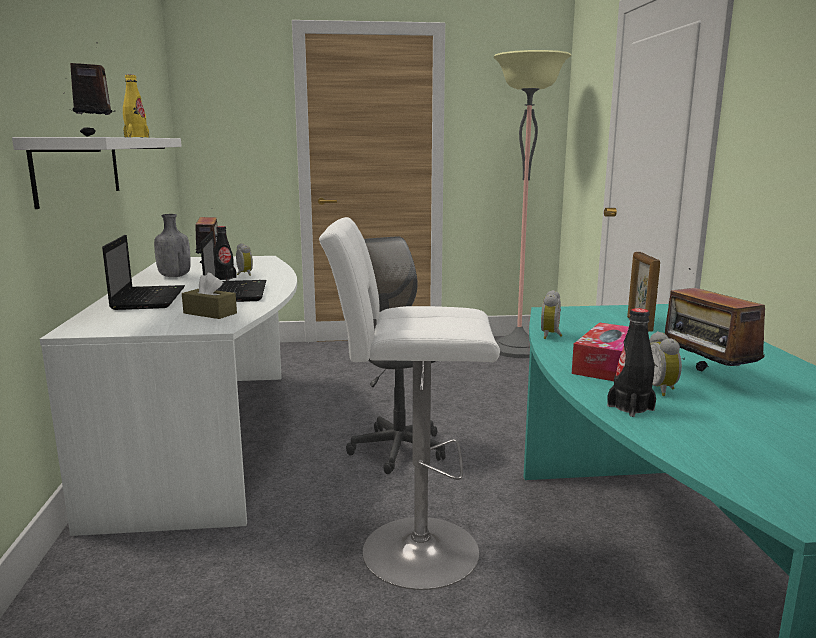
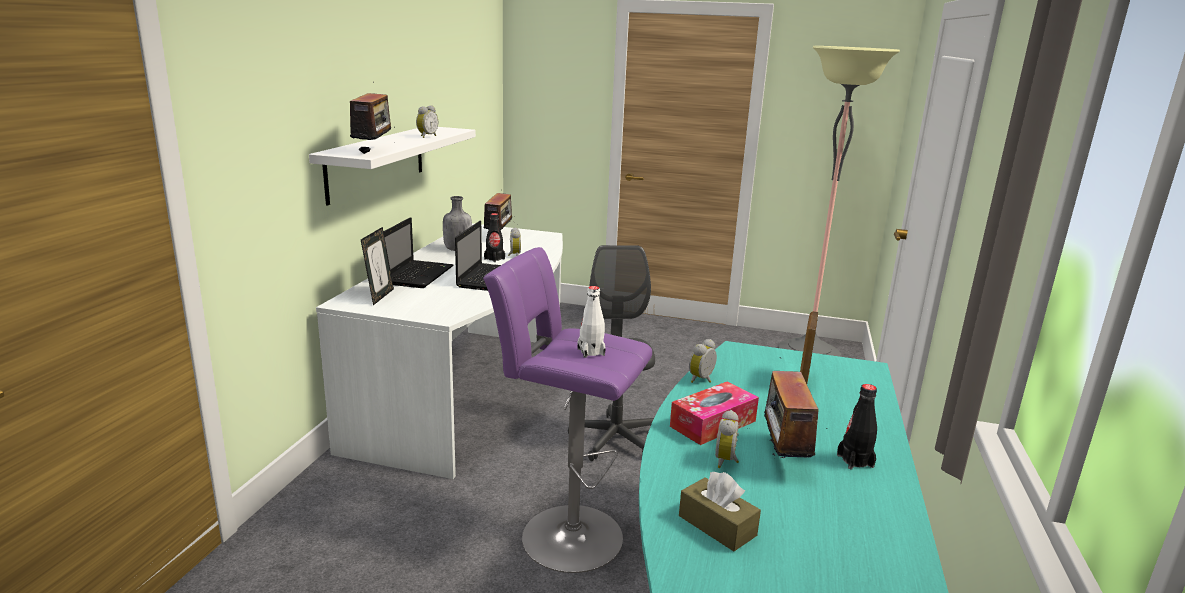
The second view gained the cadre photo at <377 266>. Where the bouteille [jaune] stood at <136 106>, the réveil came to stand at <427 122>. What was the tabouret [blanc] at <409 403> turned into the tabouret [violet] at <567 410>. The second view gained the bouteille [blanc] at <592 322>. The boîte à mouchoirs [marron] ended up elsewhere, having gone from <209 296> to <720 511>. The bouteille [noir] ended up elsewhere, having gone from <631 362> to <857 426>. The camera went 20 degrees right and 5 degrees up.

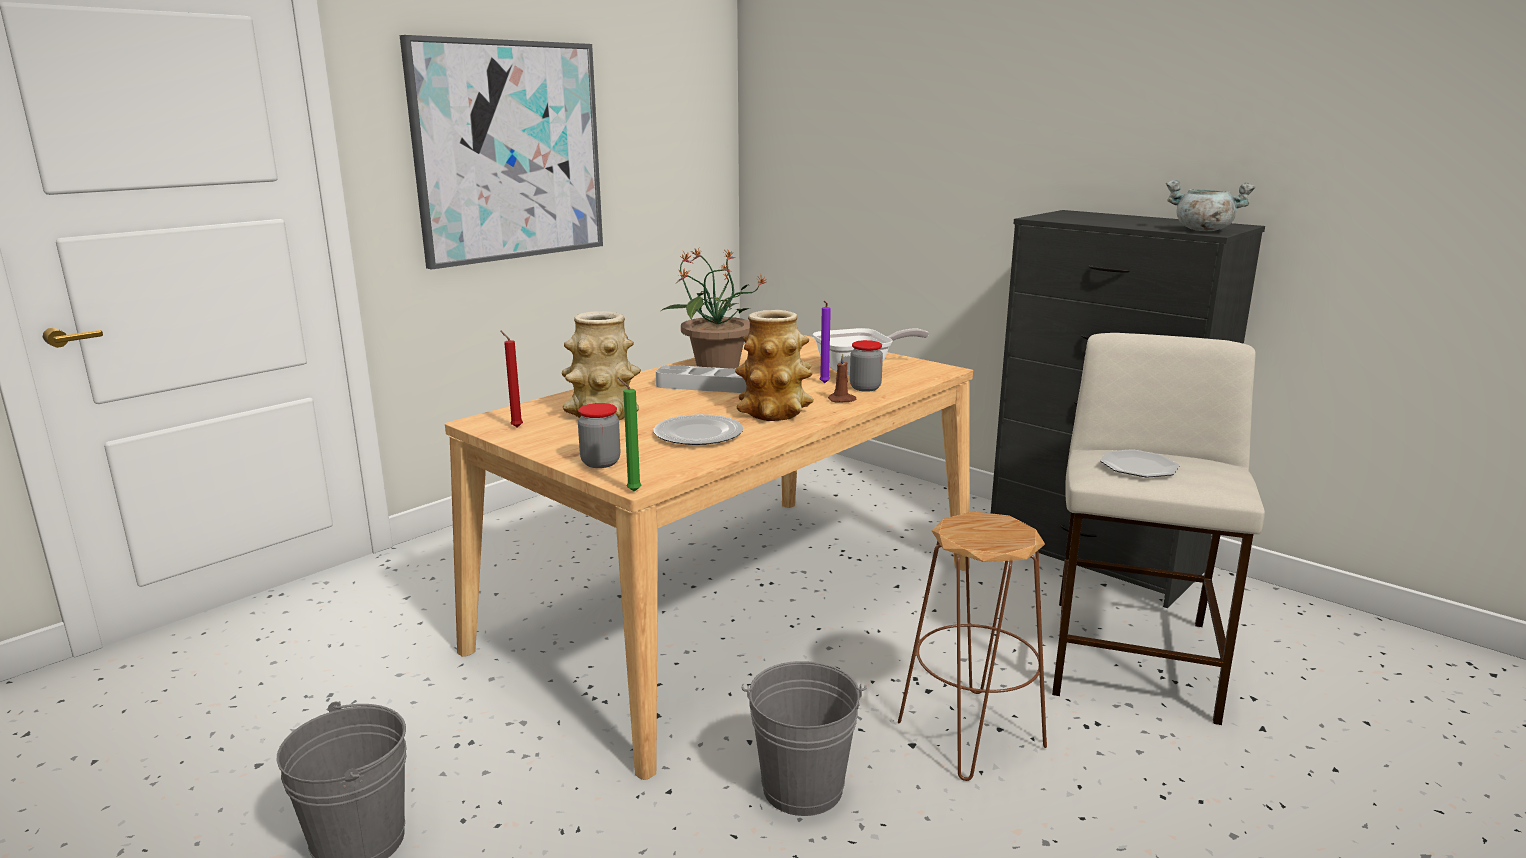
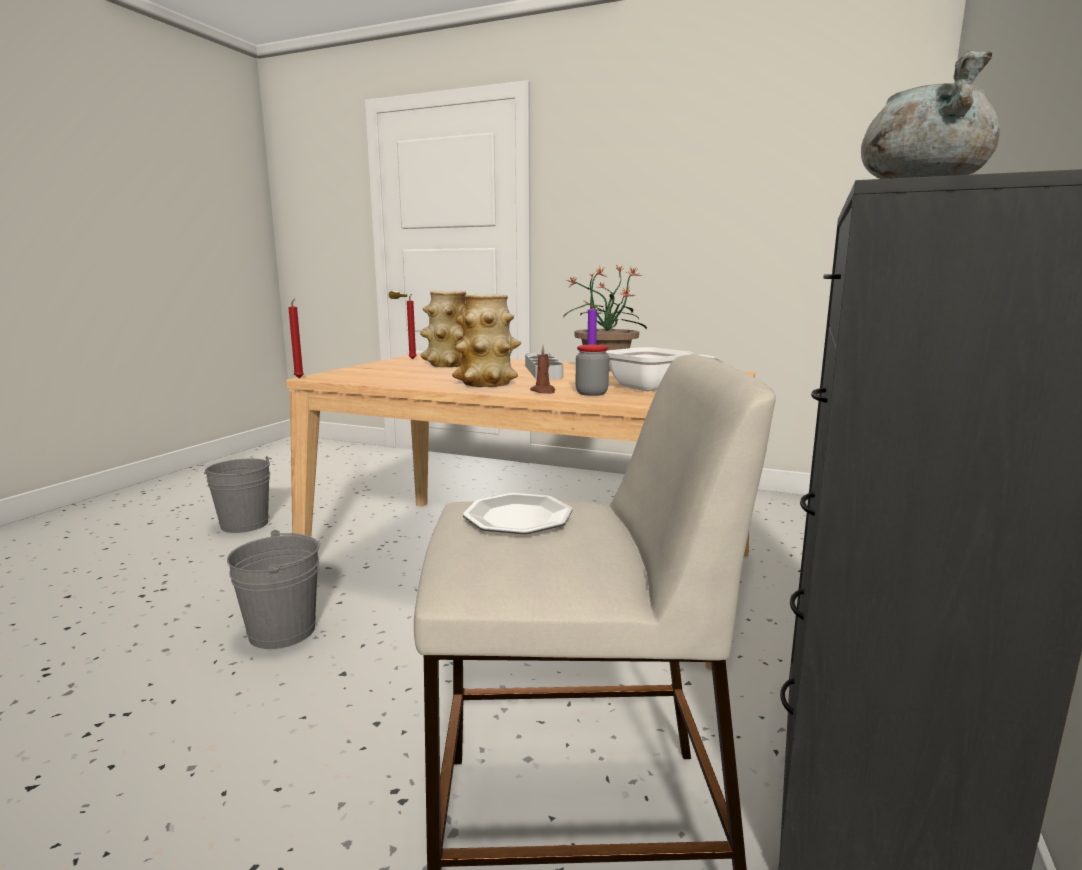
What was the bougie [vert] at <630 435> turned into the bougie [rouge] at <296 338>. The second view lost the tableau at <501 152>. The second view lost the bocal at <599 435>. The second view lost the assiette at <698 429>. The second view lost the tabouret [marron] at <972 646>. The camera went 70 degrees right and 5 degrees down.

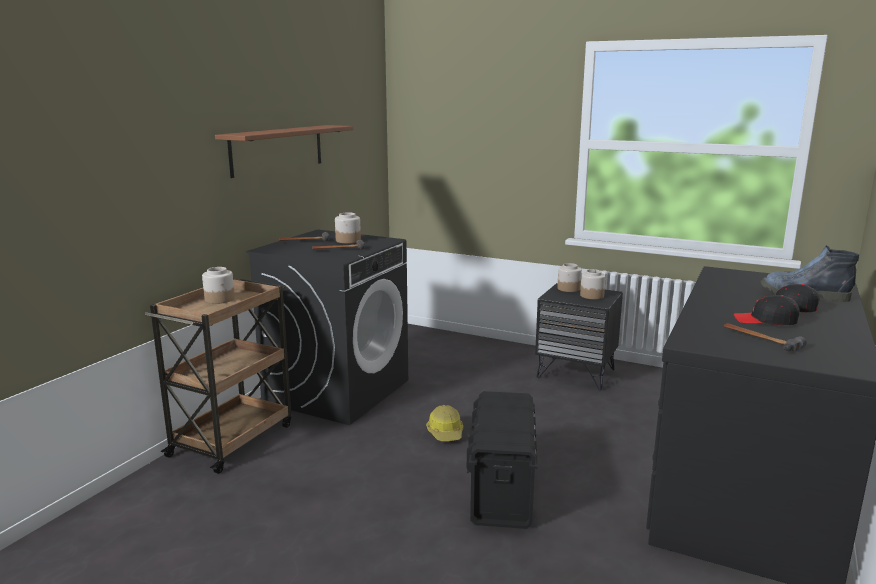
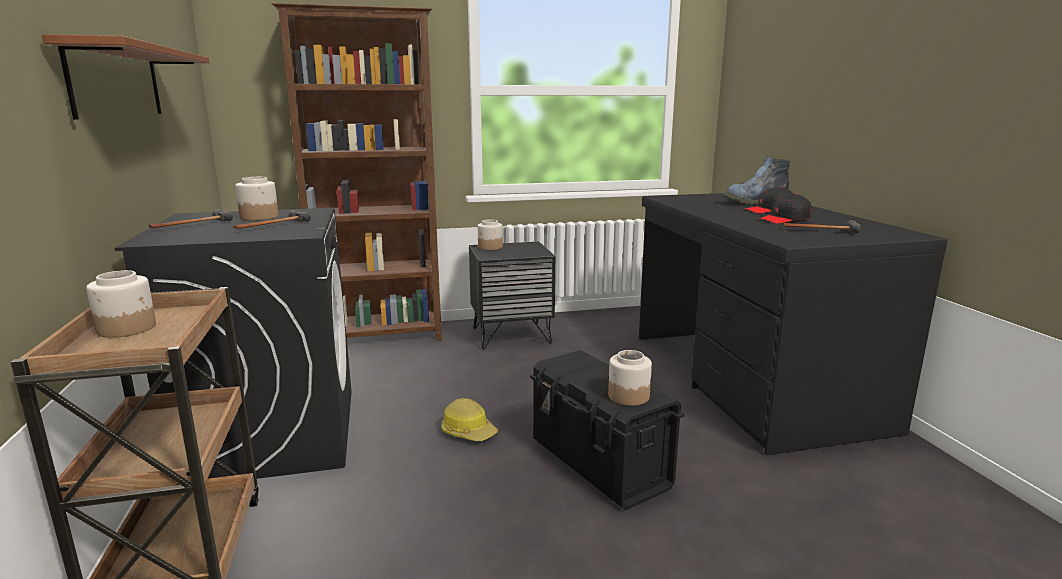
The second view gained the bibliothèque [marron] at <356 171>. The bocal ended up elsewhere, having gone from <593 284> to <630 378>. The camera went 40 degrees left and 0 degrees up.

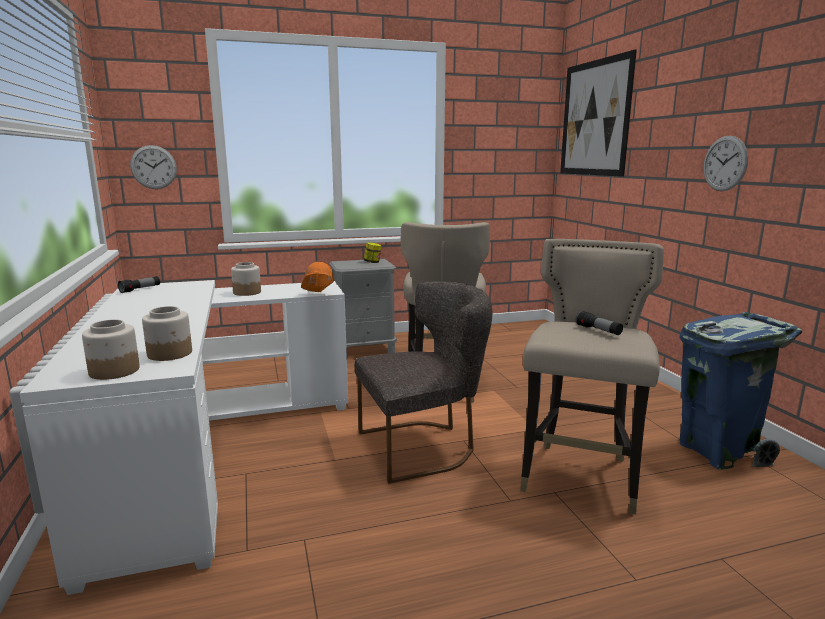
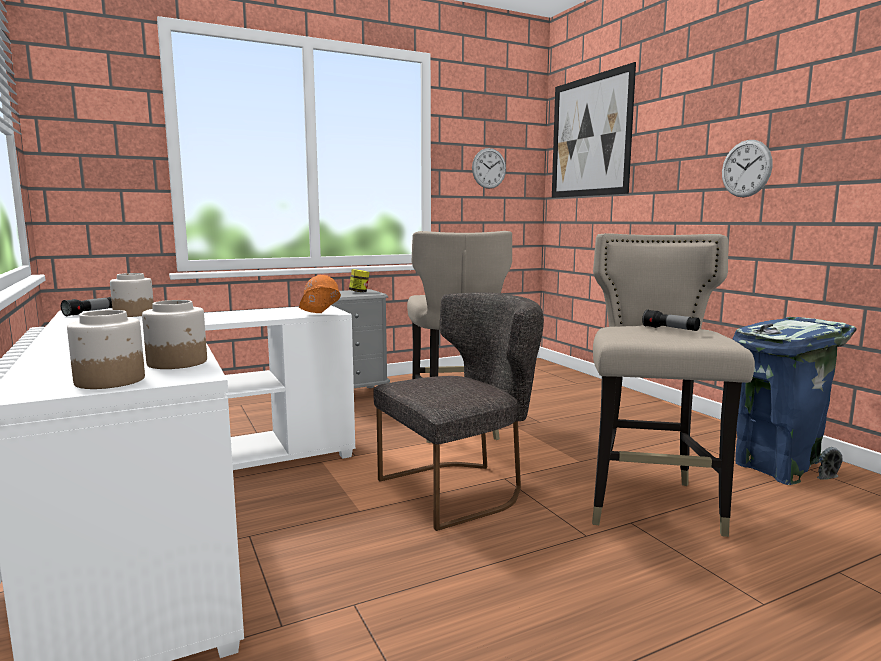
The bocal ended up elsewhere, having gone from <246 279> to <132 295>. The horloge murale ended up elsewhere, having gone from <153 167> to <489 168>. The camera went 10 degrees left and 5 degrees down.

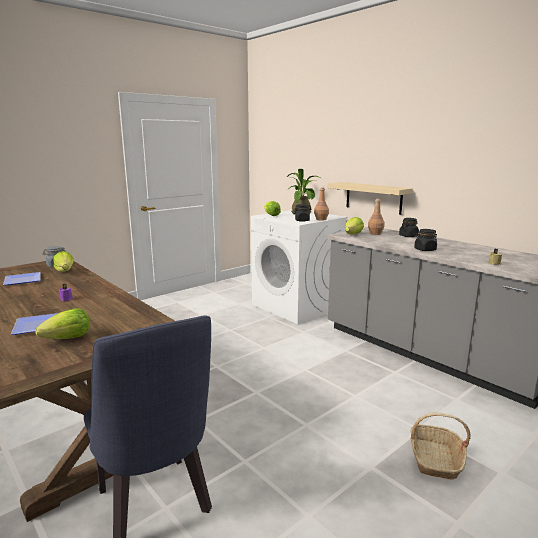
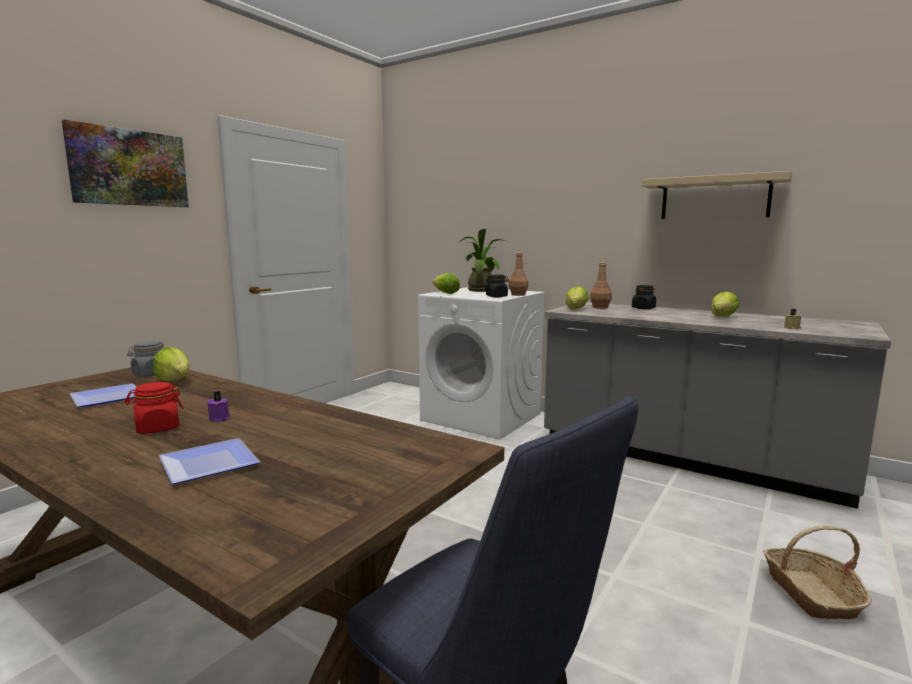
The second view gained the tableau at <125 163>. The second view gained the bocal [rouge] at <154 408>. The étagère [beige] ended up elsewhere, having gone from <370 198> to <717 195>. The laitue ended up elsewhere, having gone from <62 323> to <725 304>. The second view lost the bocal [noir] at <425 240>. The camera went 15 degrees left and 5 degrees down.

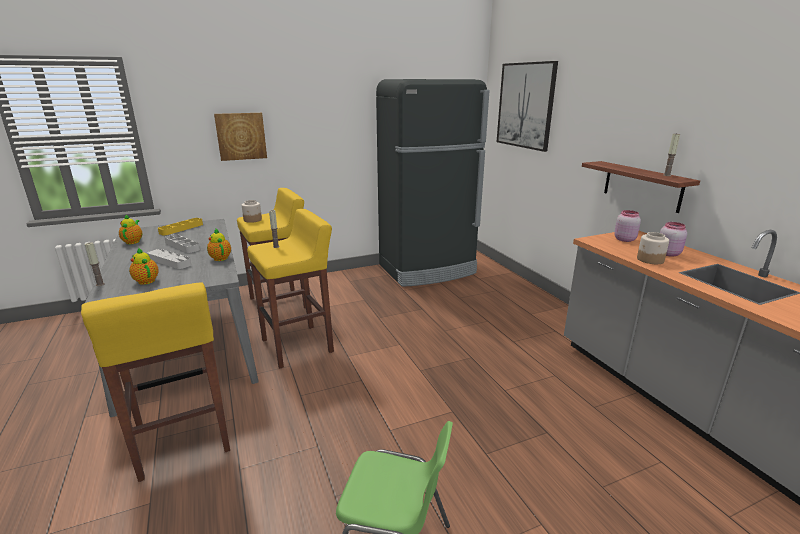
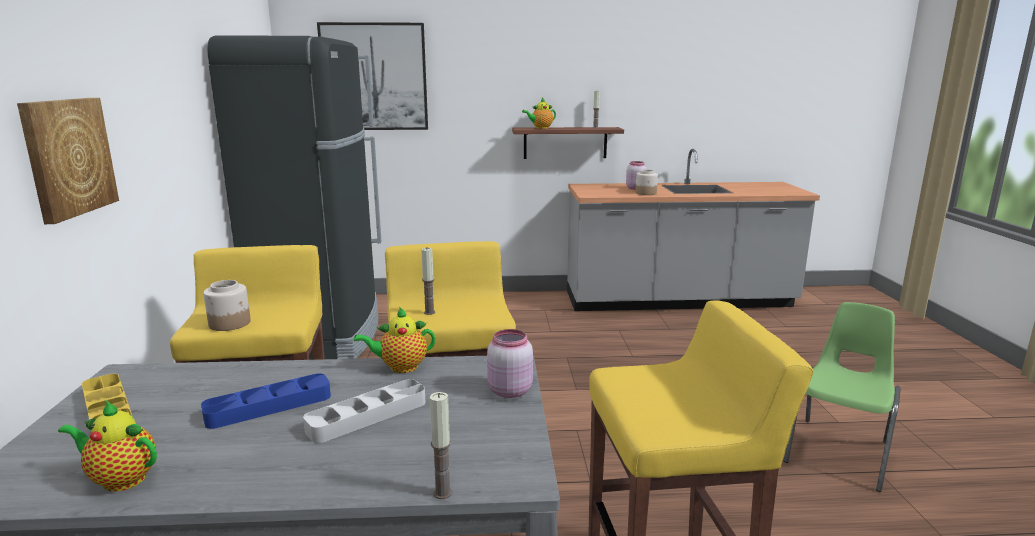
What was the plateau [gris] at <182 243> turned into the plateau [bleu] at <266 401>. The bocal [rose] ended up elsewhere, having gone from <627 226> to <510 363>. The théière ended up elsewhere, having gone from <144 266> to <539 113>. The camera went 70 degrees left and 5 degrees down.

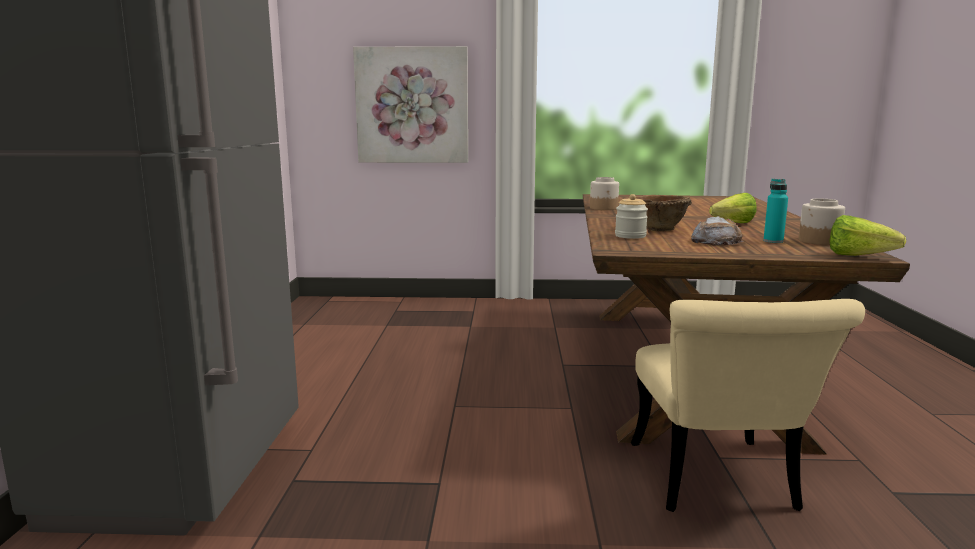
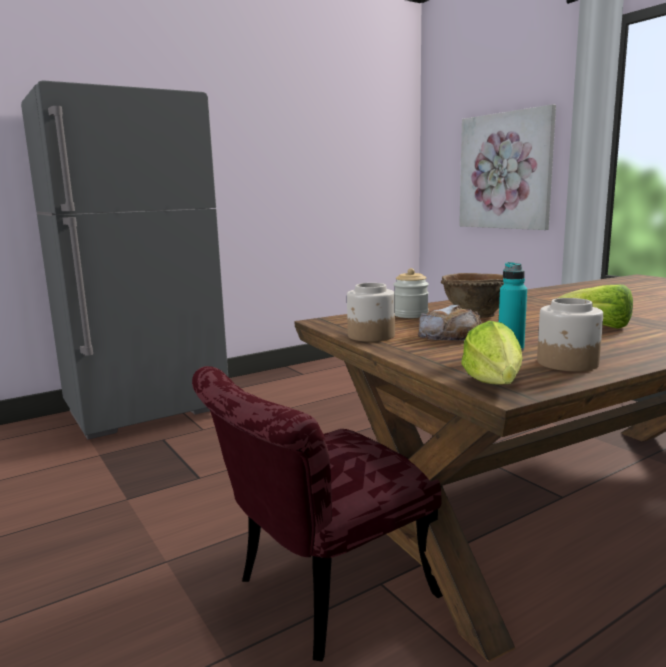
What was the chaise [beige] at <748 405> turned into the chaise [rouge] at <317 514>. The bocal ended up elsewhere, having gone from <604 193> to <371 312>. The camera went 55 degrees right and 0 degrees up.

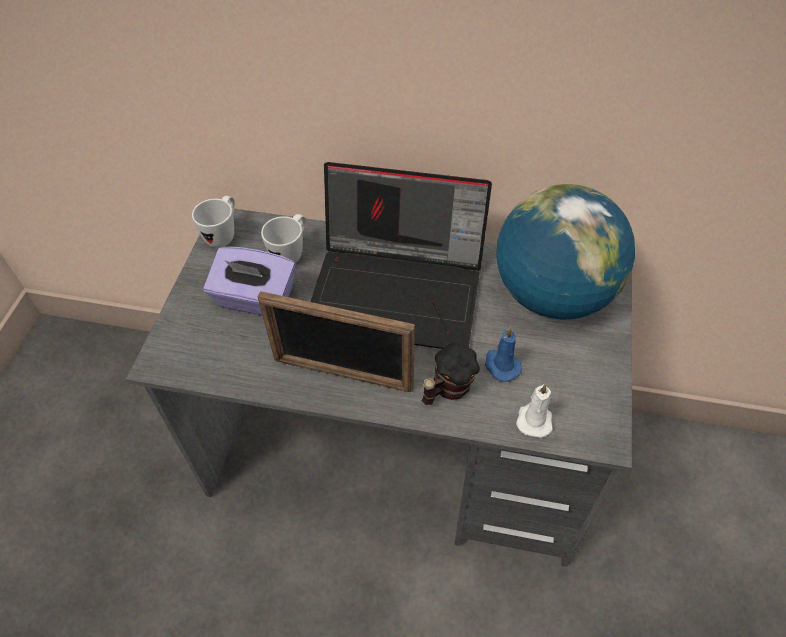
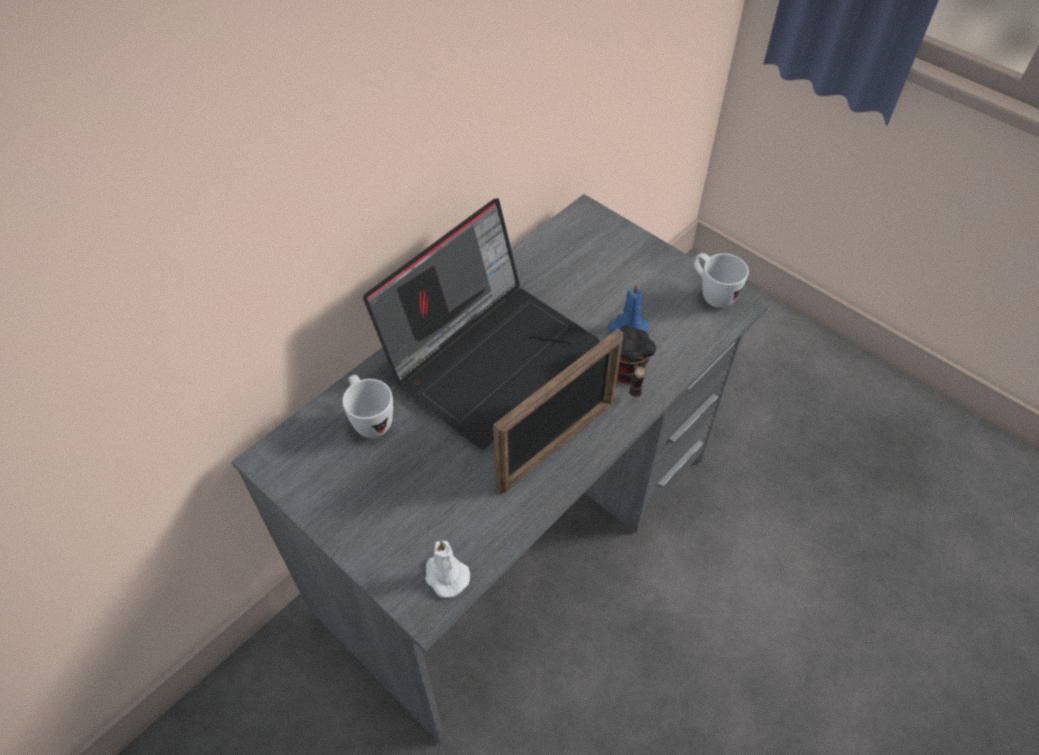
The bougie [blanc] ended up elsewhere, having gone from <534 410> to <447 569>. The mug [blanc] ended up elsewhere, having gone from <213 222> to <721 280>. The second view lost the boîte à mouchoirs [violet] at <250 281>. The second view lost the globe at <566 252>. The camera went 60 degrees left and 0 degrees up.

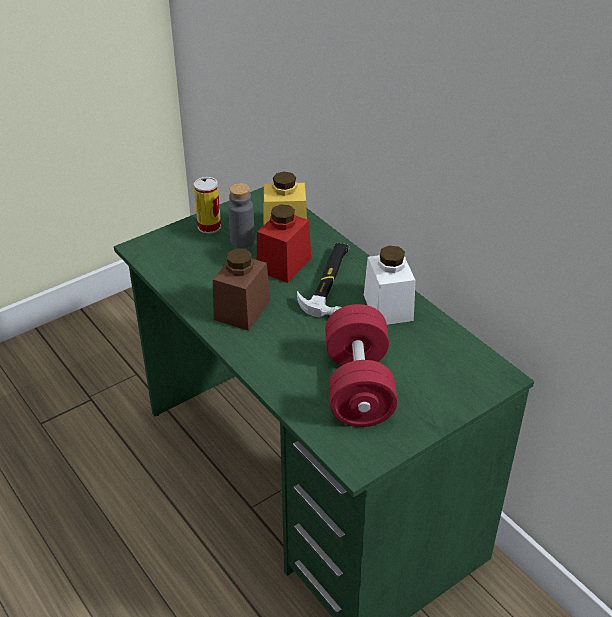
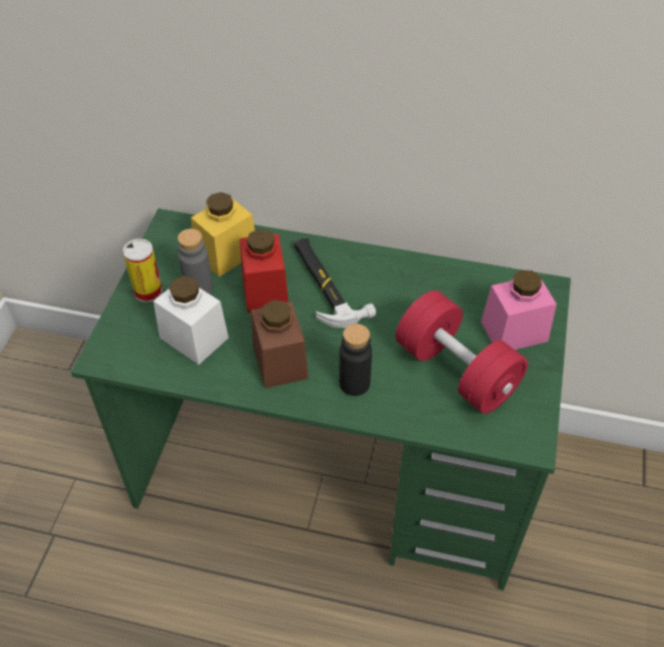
The bocal [blanc] ended up elsewhere, having gone from <390 285> to <191 320>. The second view gained the bouteille [noir] at <355 360>. The second view gained the bocal [rose] at <519 310>. The camera went 40 degrees left and 10 degrees up.

